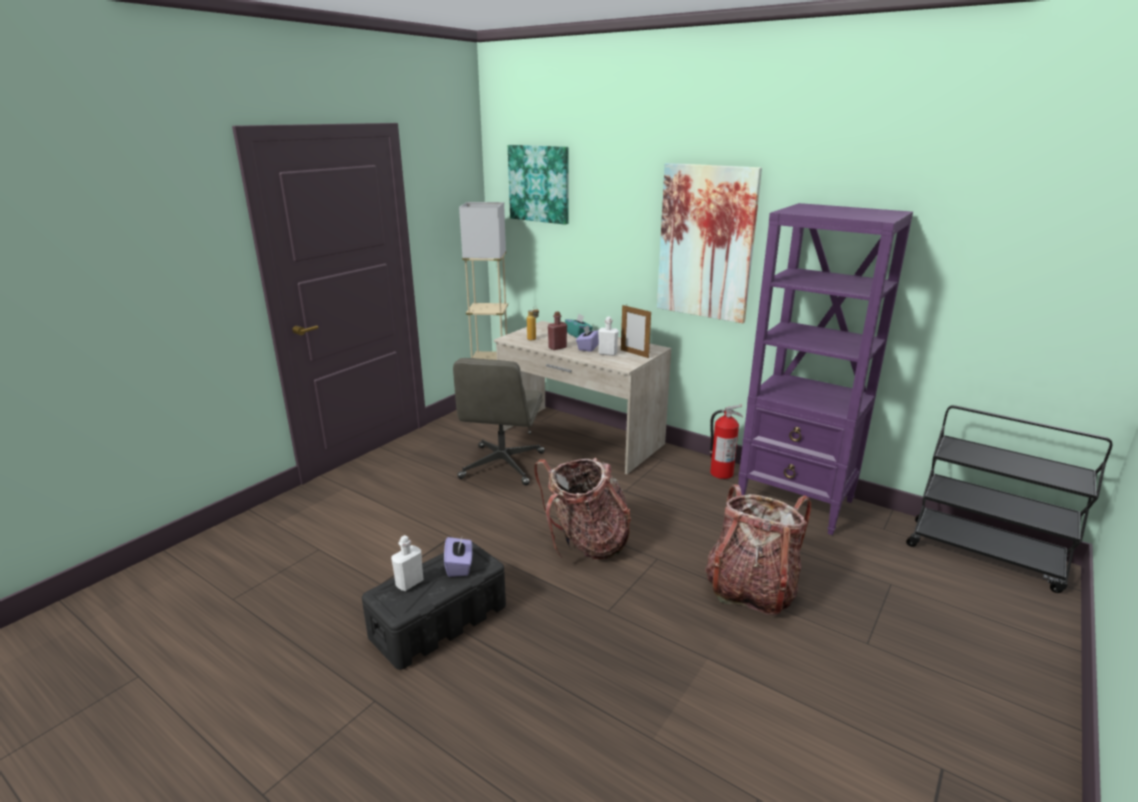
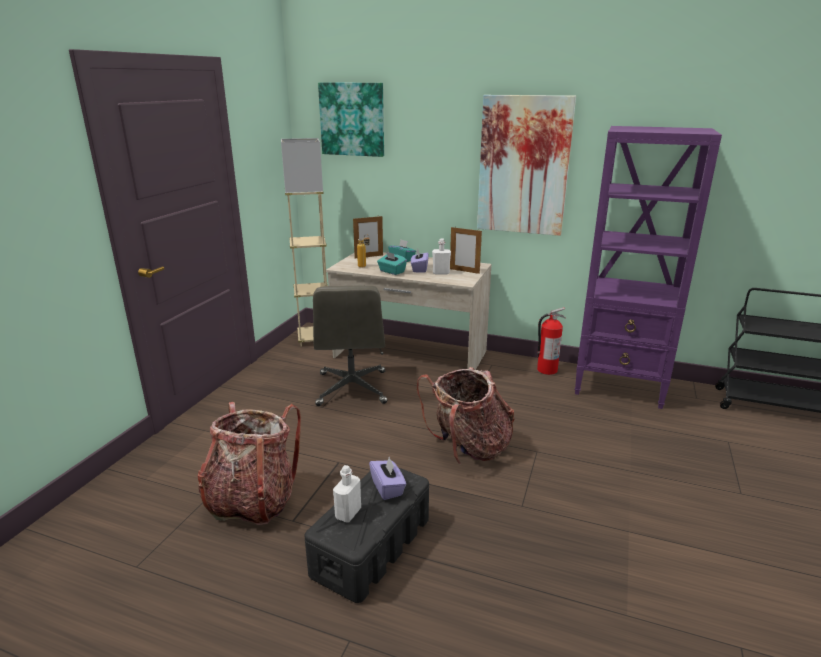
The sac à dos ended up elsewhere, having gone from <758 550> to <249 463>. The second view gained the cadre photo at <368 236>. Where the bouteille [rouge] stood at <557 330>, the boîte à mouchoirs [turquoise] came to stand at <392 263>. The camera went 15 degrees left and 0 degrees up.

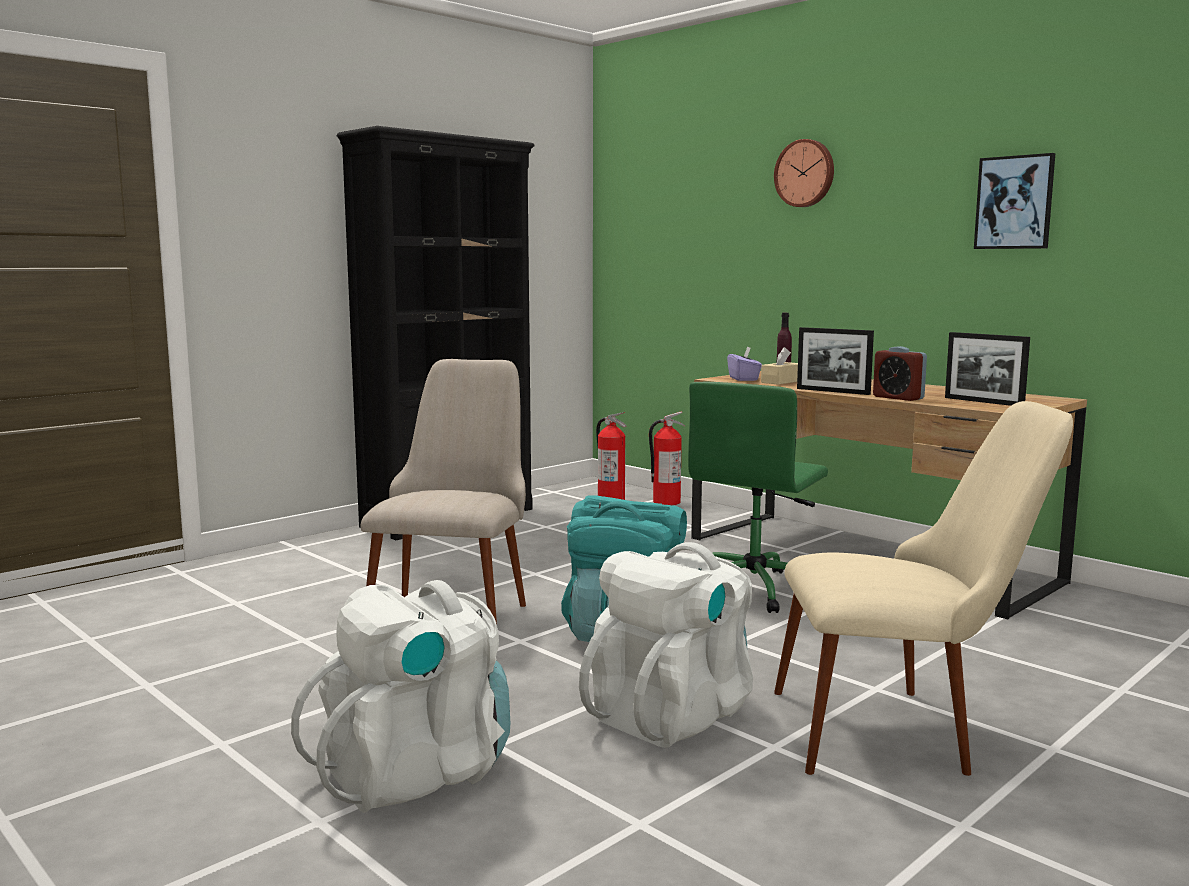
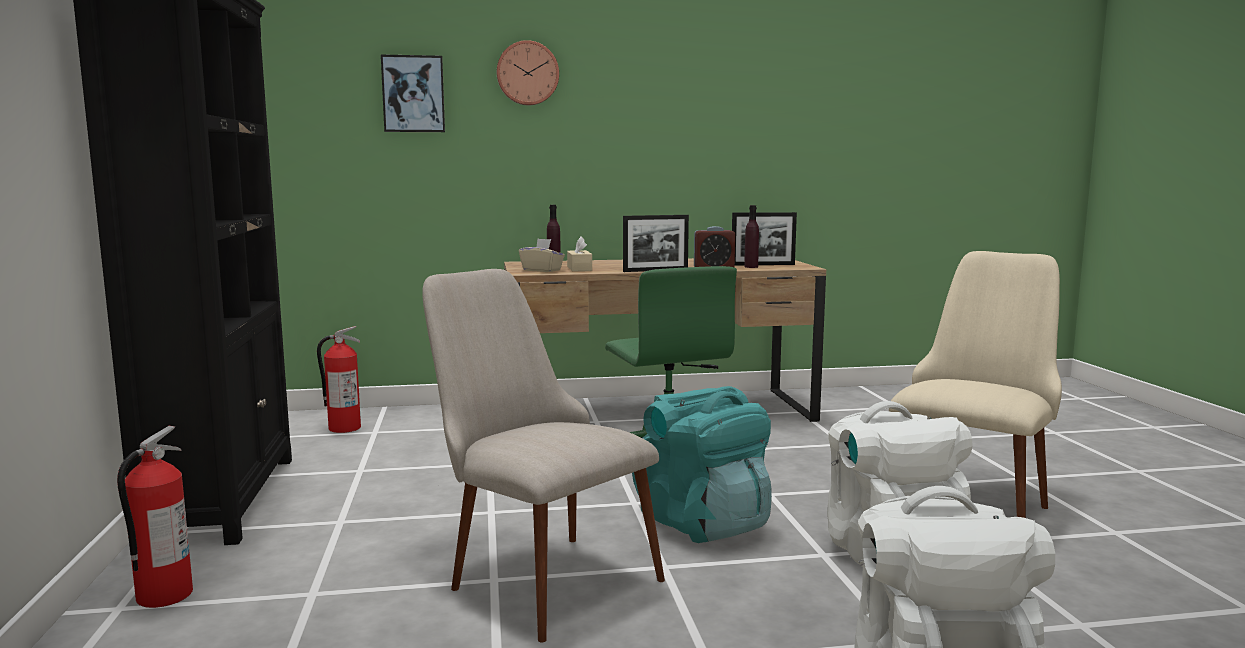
The extincteur ended up elsewhere, having gone from <667 458> to <155 517>. The tableau ended up elsewhere, having gone from <1014 201> to <413 93>. What was the boîte à mouchoirs [violet] at <744 364> turned into the boîte à mouchoirs [beige] at <542 255>. The second view gained the bouteille [violet] at <751 236>. The camera went 55 degrees left and 0 degrees up.

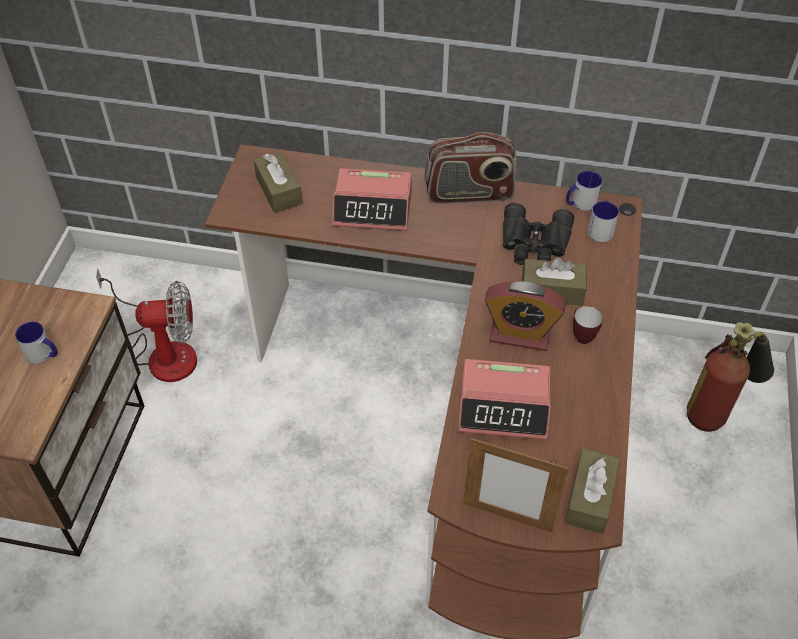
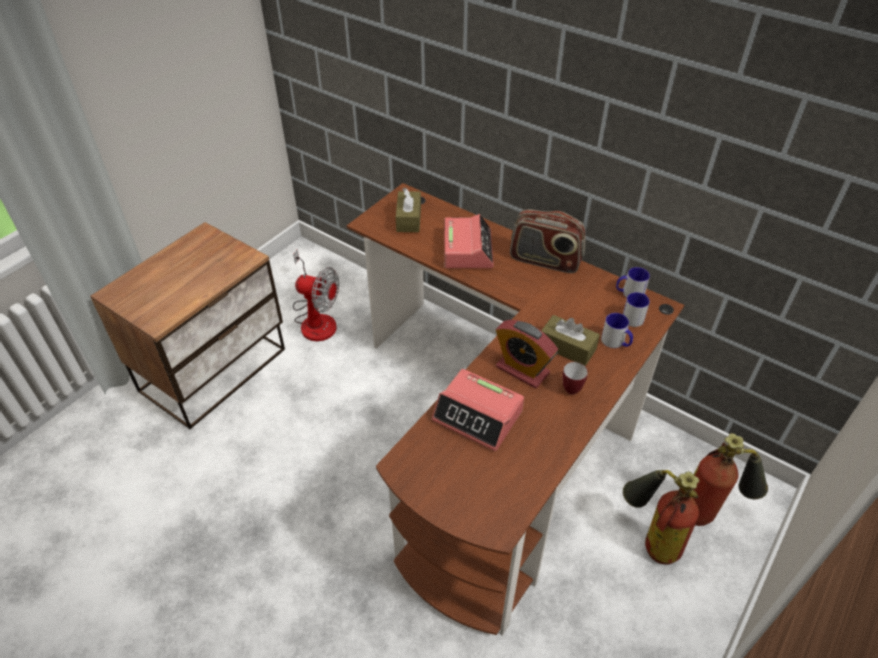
The réveil at <372 199> ended up facing another way, 120 degrees counterclockwise from before. The mug ended up elsewhere, having gone from <36 343> to <617 330>. The second view gained the extincteur at <661 517>. The second view lost the cadre photo at <516 485>. The second view lost the jumelles [noir] at <538 234>. The second view lost the boîte à mouchoirs [marron] at <592 491>. The camera went 25 degrees right and 5 degrees down.

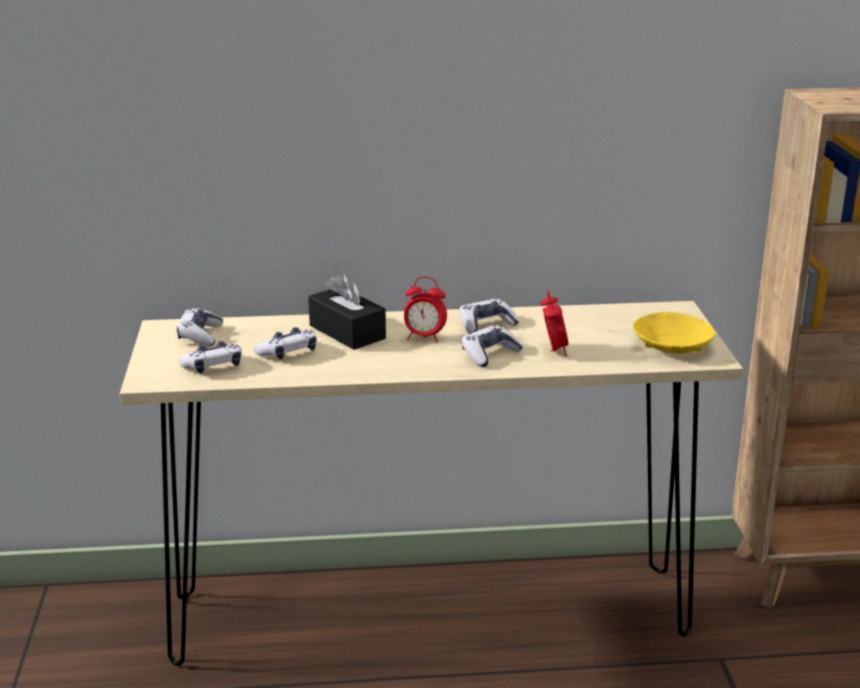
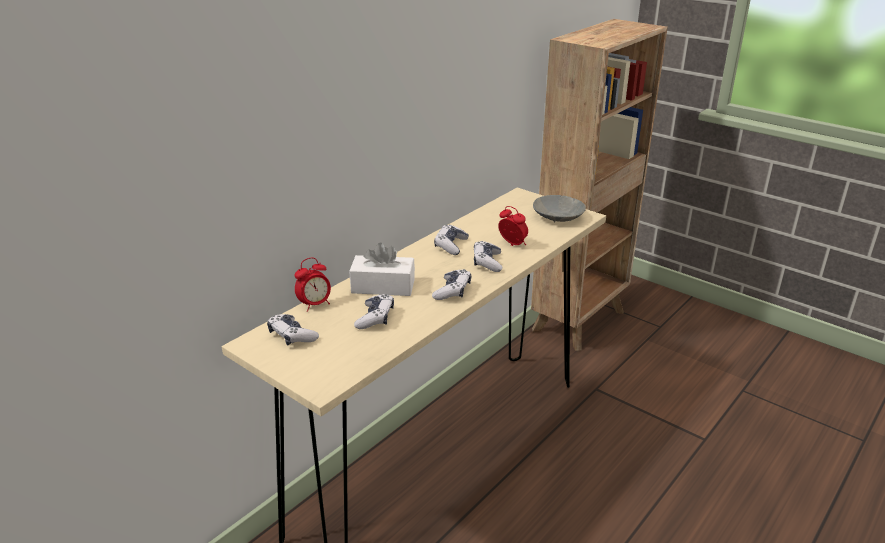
The réveil ended up elsewhere, having gone from <425 309> to <313 285>. What was the boîte à mouchoirs [noir] at <347 311> turned into the boîte à mouchoirs [blanc] at <382 269>. The manette ended up elsewhere, having gone from <210 357> to <451 284>. What was the bol [jaune] at <674 333> turned into the bol [gris] at <559 208>. The camera went 45 degrees left and 5 degrees up.

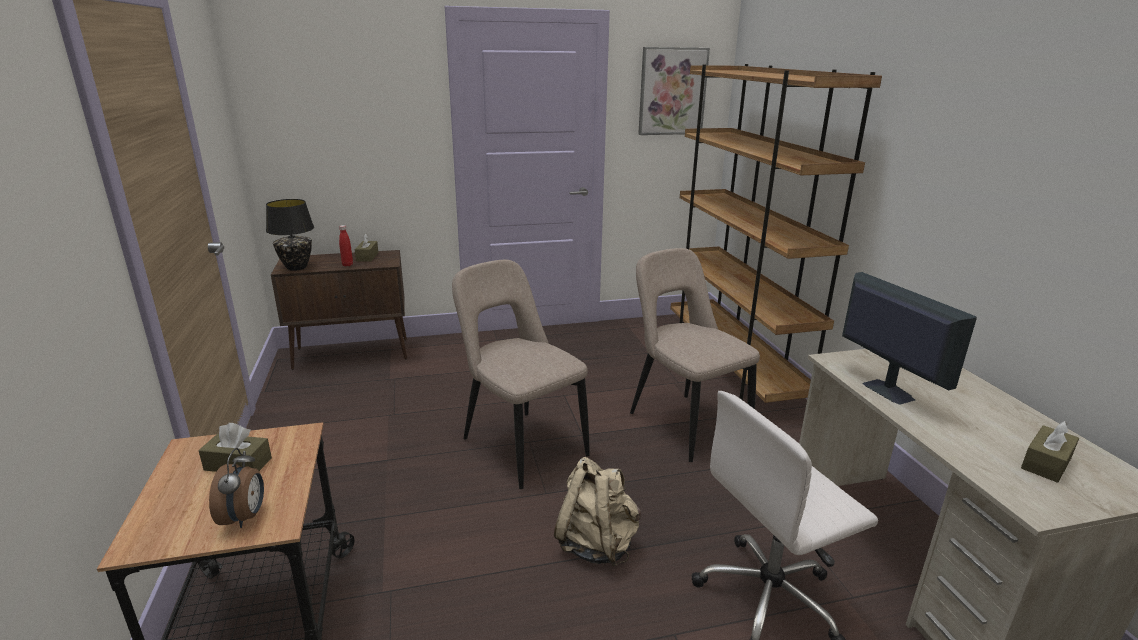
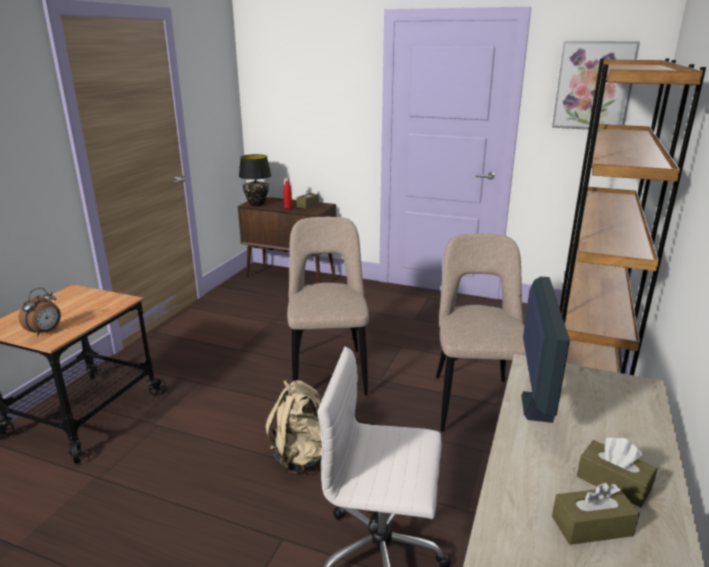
The boîte à mouchoirs [marron] ended up elsewhere, having gone from <235 447> to <617 473>. The camera went 35 degrees right and 0 degrees up.

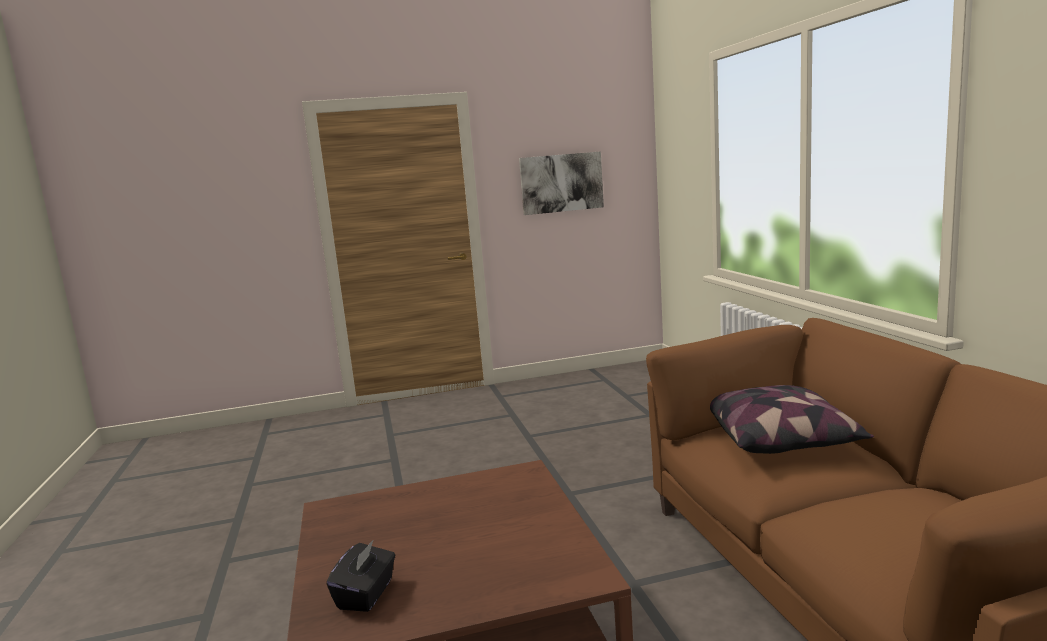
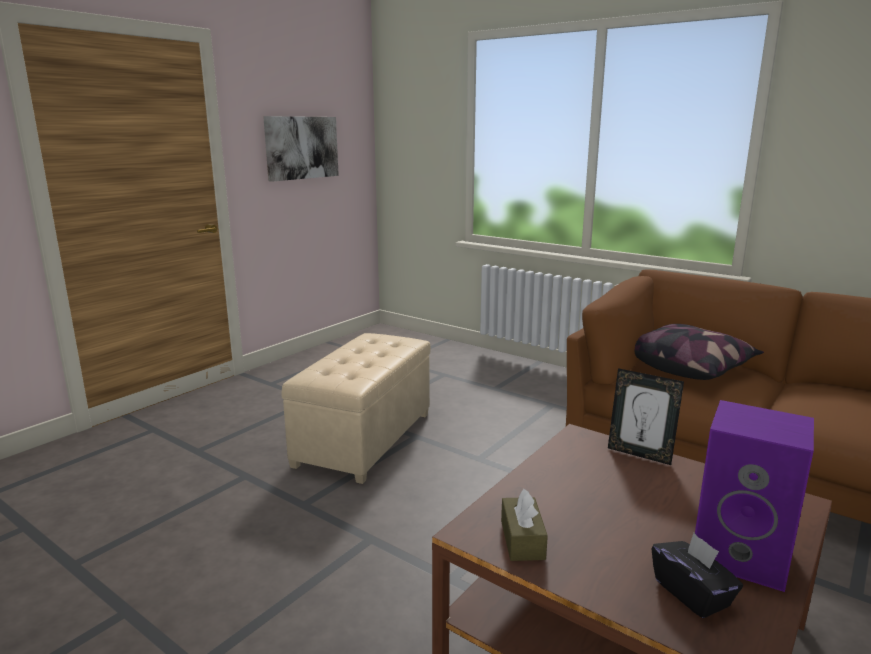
The second view gained the pouf [beige] at <356 408>. The second view gained the boîte à mouchoirs [marron] at <524 525>. The second view gained the cadre photo at <646 416>. The second view gained the enceinte [violet] at <754 496>. The camera went 40 degrees left and 5 degrees up.

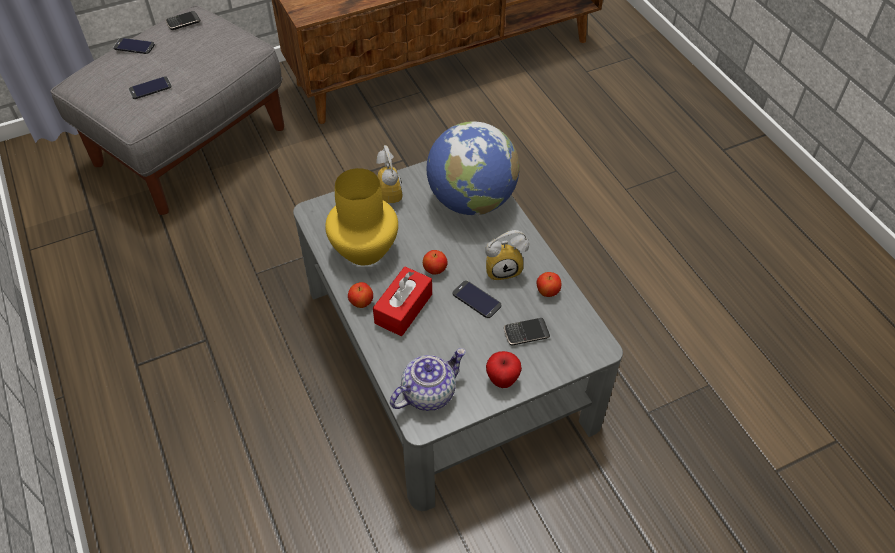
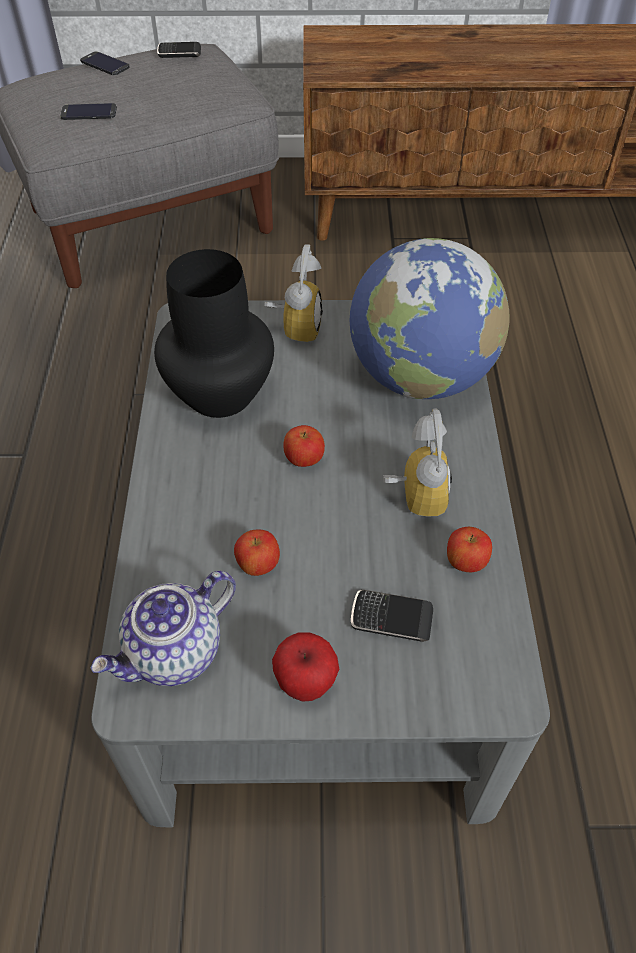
The théière at <428 379> ended up facing another way, 150 degrees clockwise from before. What was the vase [jaune] at <361 216> turned into the vase [noir] at <214 333>. The pomme ended up elsewhere, having gone from <360 295> to <257 552>. The réveil at <507 255> ended up facing another way, 105 degrees counterclockwise from before. The second view lost the boîte à mouchoirs [rouge] at <402 301>. The second view lost the téléphone at <476 299>. The camera went 25 degrees right and 0 degrees up.

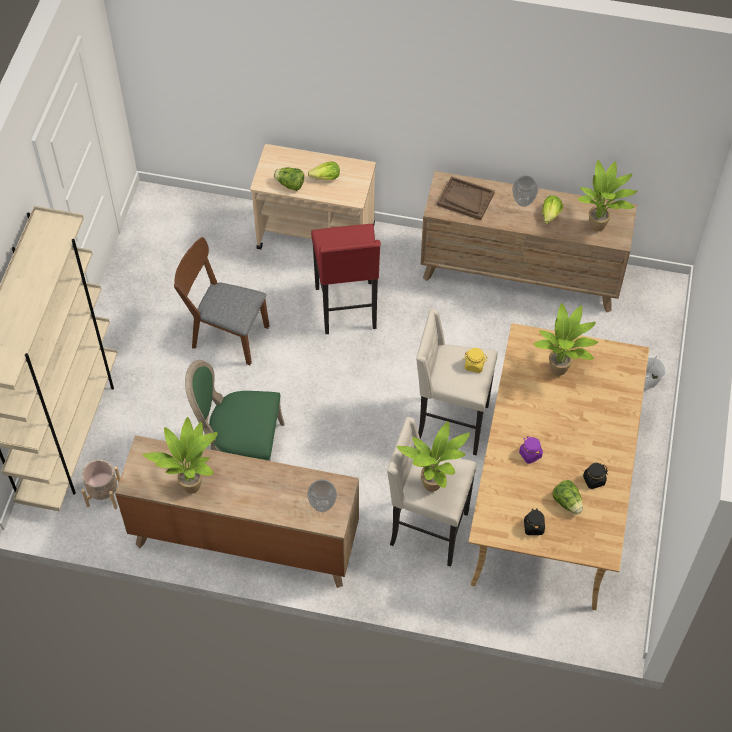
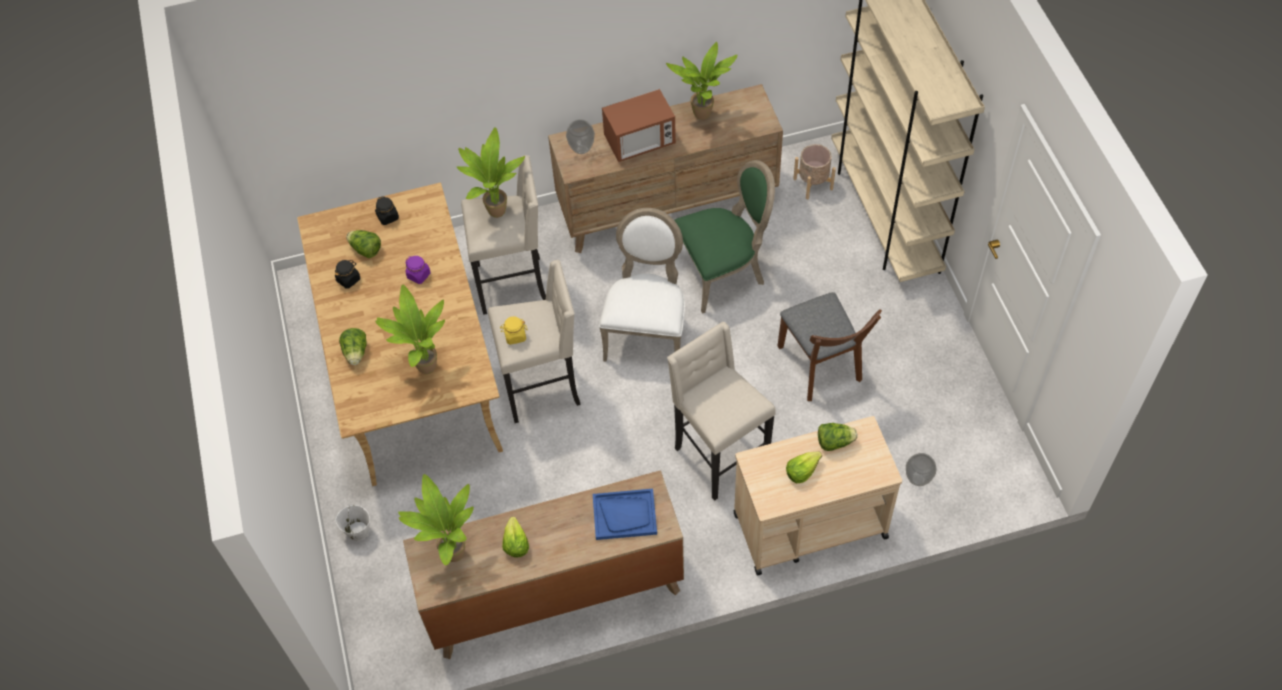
The second view gained the laitue at <353 346>. What was the plateau [marron] at <466 198> turned into the plateau [bleu] at <625 514>. The second view gained the chaise [blanc] at <642 285>. The second view gained the micro-ondes at <639 125>. What was the tabouret [rouge] at <346 279> turned into the tabouret [beige] at <721 411>. The chaise [marron] at <221 301> ended up facing another way, 75 degrees clockwise from before. The vase ended up elsewhere, having gone from <525 191> to <921 469>. The camera went 155 degrees right and 0 degrees up.

